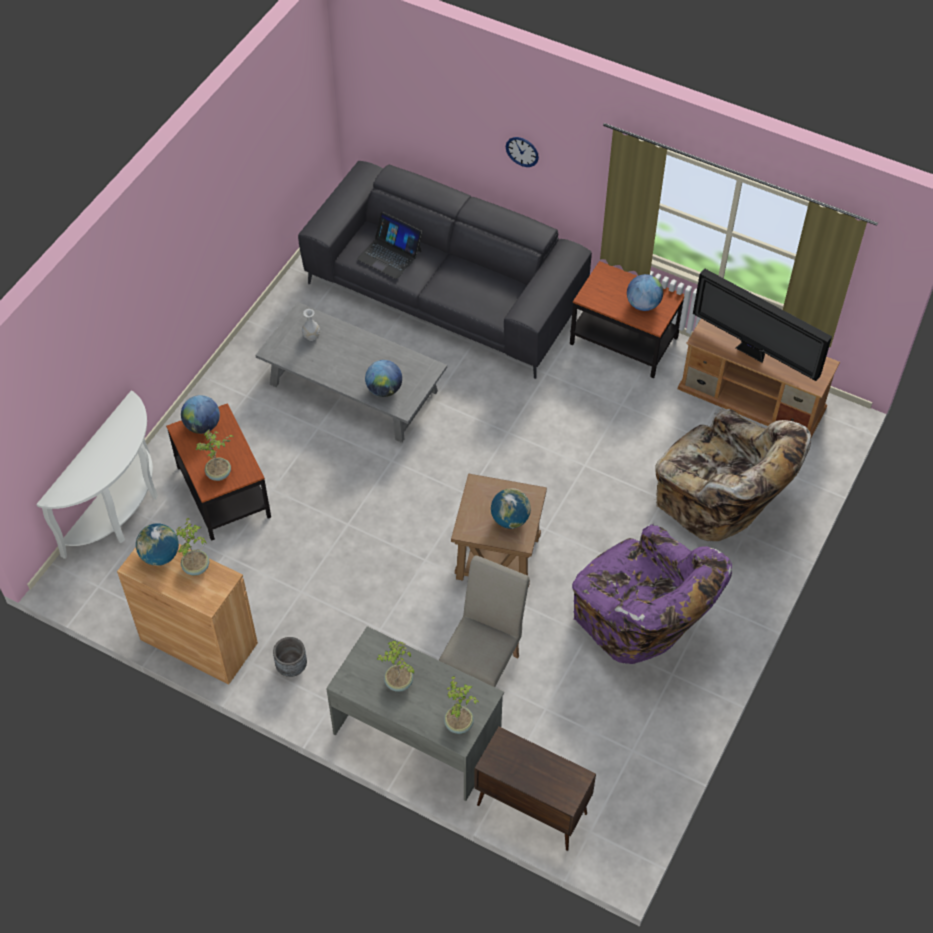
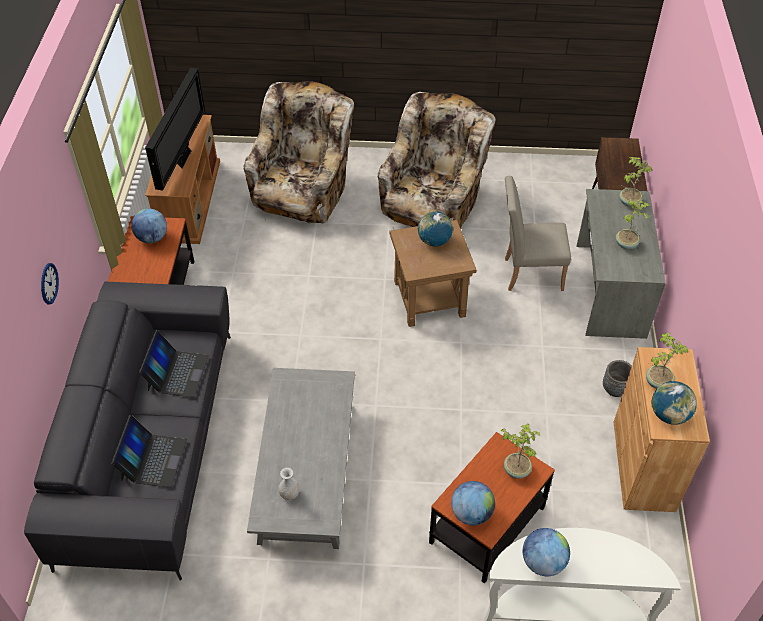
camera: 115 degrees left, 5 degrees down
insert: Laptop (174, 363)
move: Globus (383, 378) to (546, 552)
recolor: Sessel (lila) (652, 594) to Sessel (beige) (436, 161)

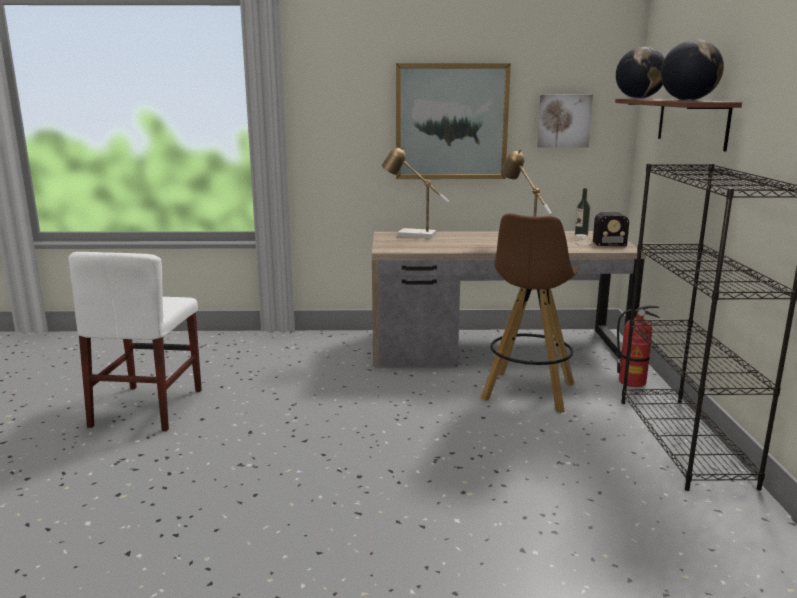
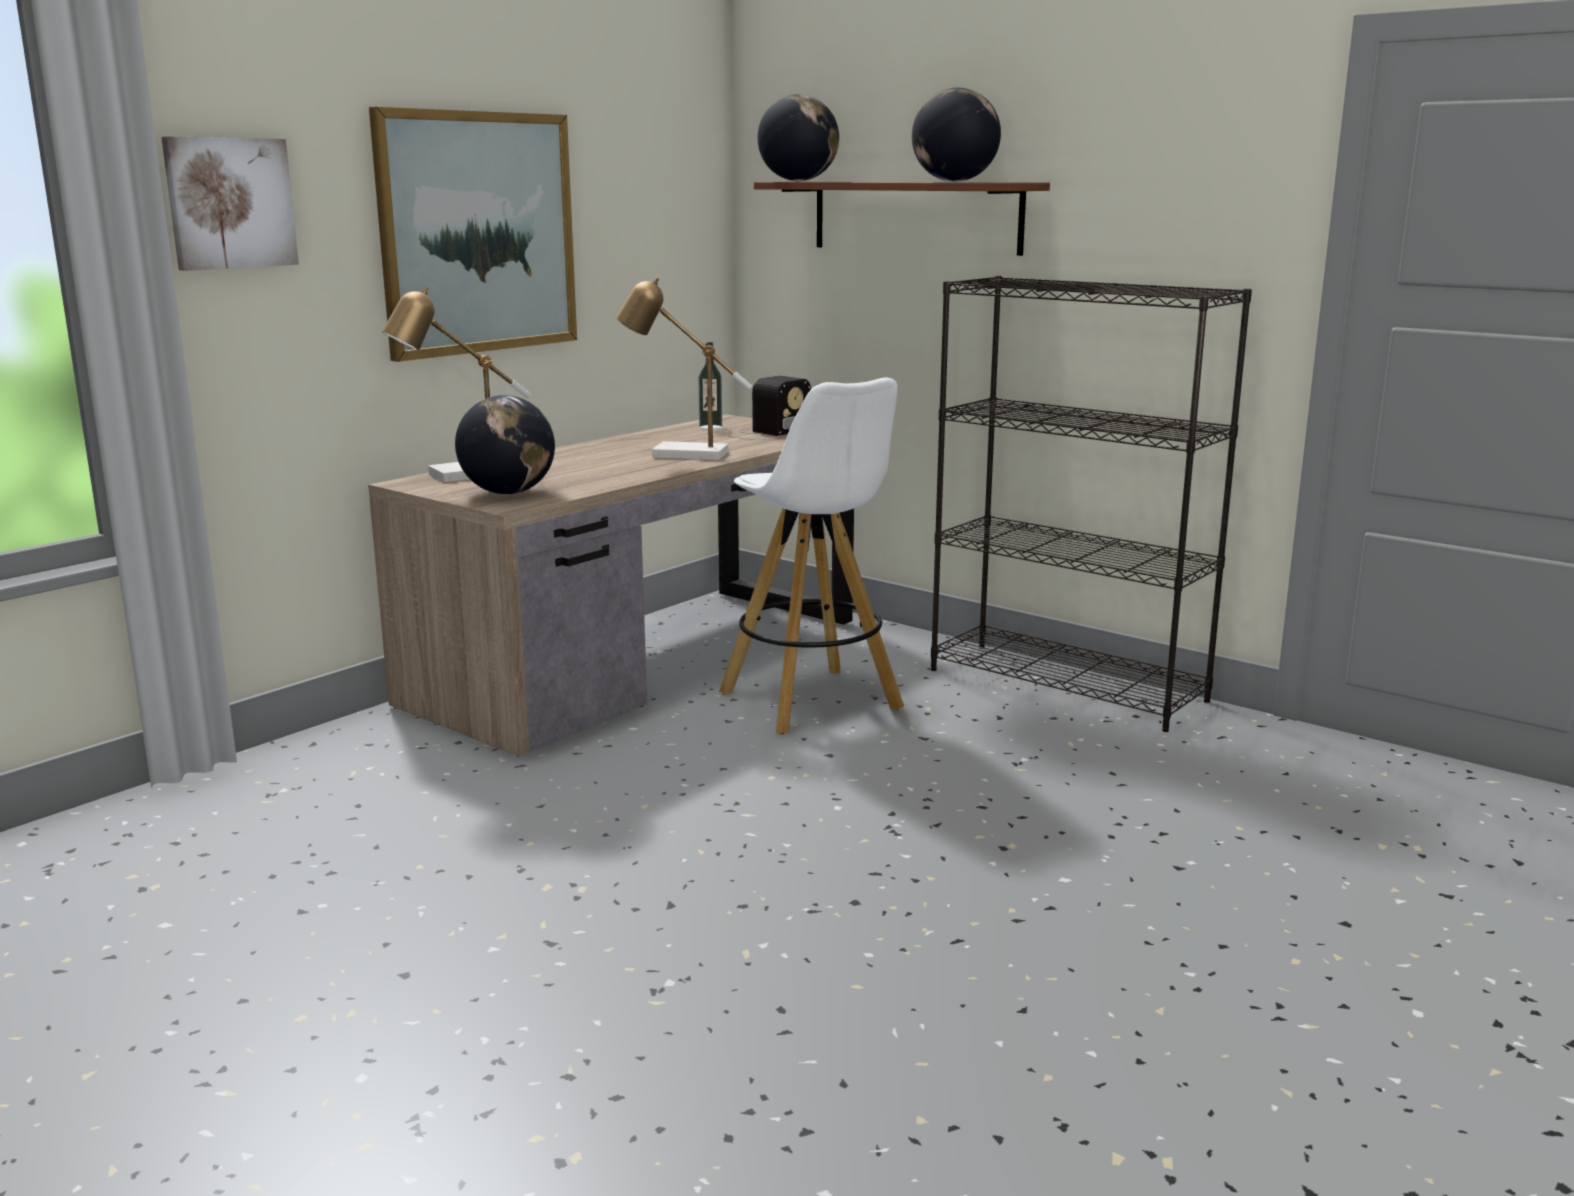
camera: 50 degrees left, 0 degrees up
delete: Stuhl (weiß) (135, 341); Feuerlöscher (638, 346)
insert: Globus (505, 444)
move: Bild (565, 120) to (230, 203)
recolor: Hocker (braun) (529, 313) to Hocker (weiß) (811, 556)

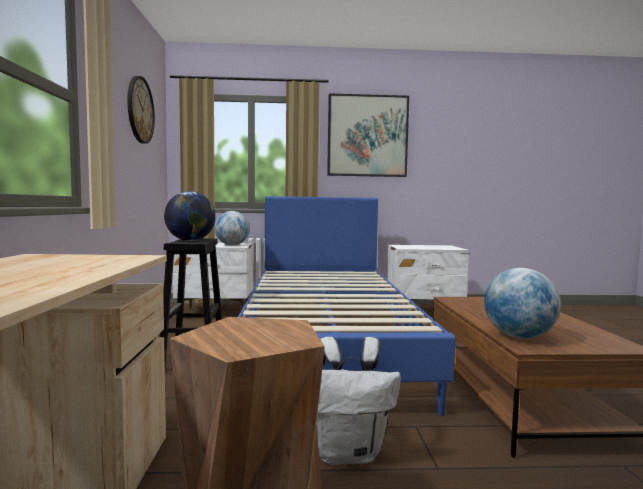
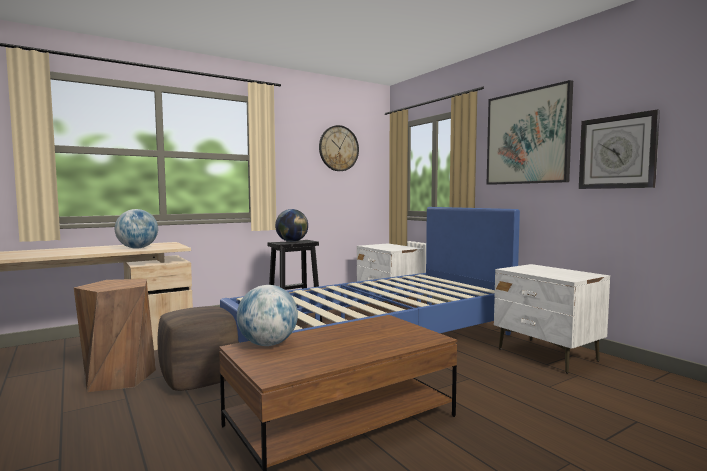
camera: 60 degrees right, 0 degrees up
insert: Wanduhr (619, 149)
move: Globus (232, 228) to (136, 229)
replace: Rucksack (weiß) (358, 401) to Polsterhocker (braun) (198, 348)

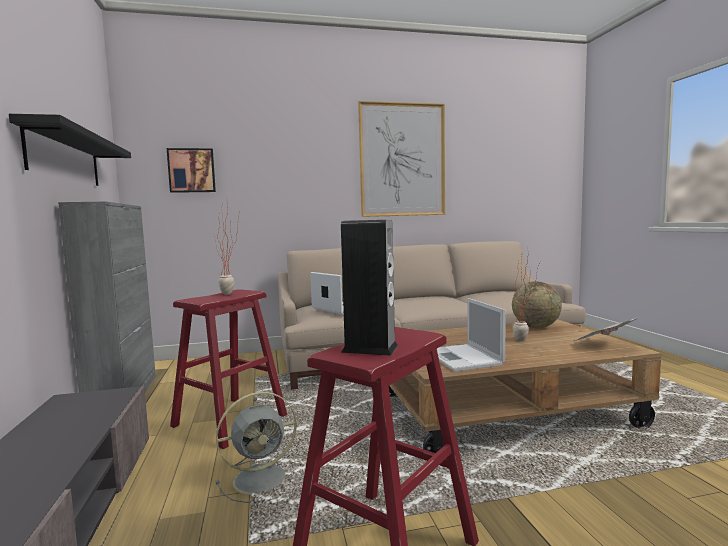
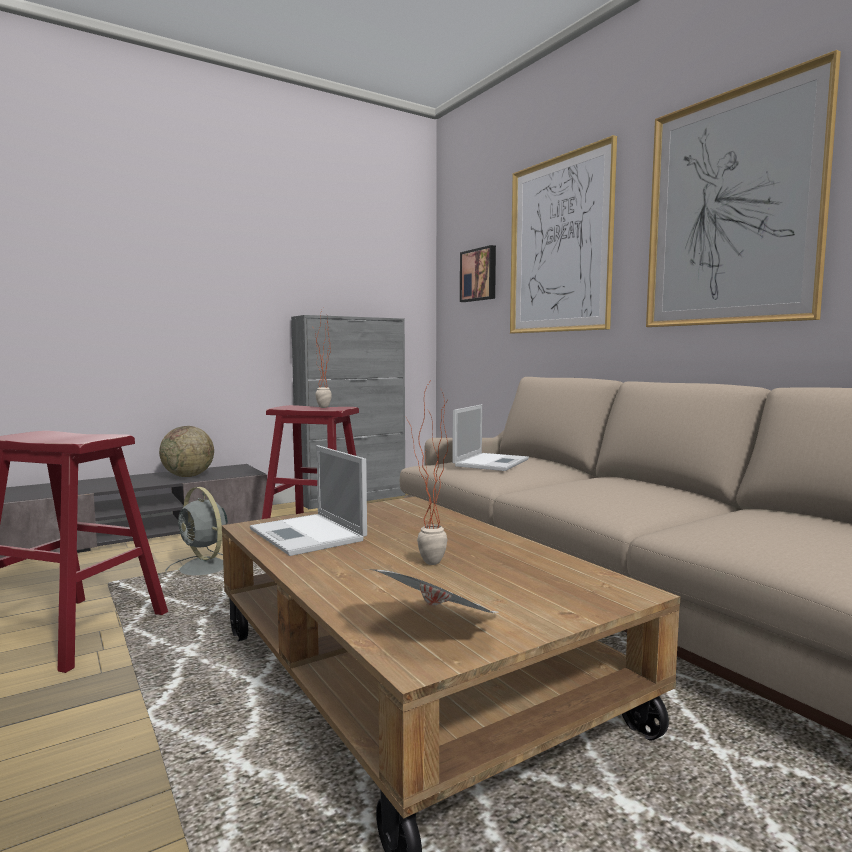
camera: 70 degrees right, 0 degrees up
delete: Wandregal (schwarz) (70, 150); Lautsprecher (369, 288)
insert: Bild (563, 234)
move: Globus (537, 304) to (186, 451)
rotate: Laptop (471, 335) = (308, 500) 90 degrees counterclockwise

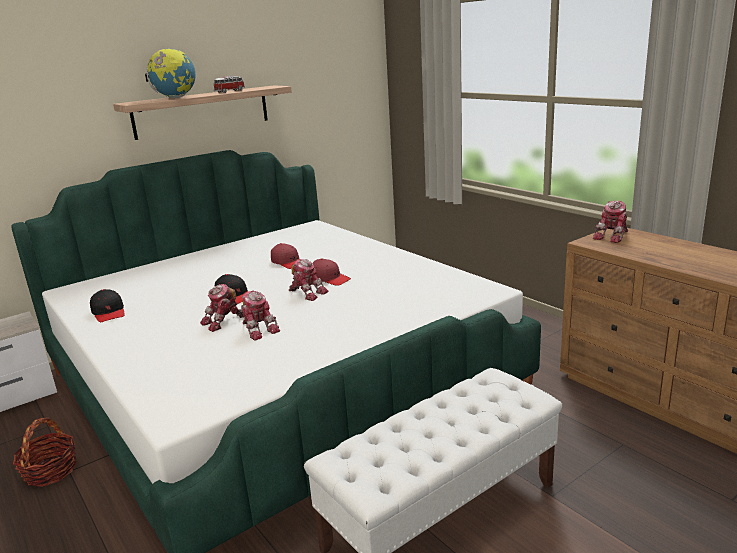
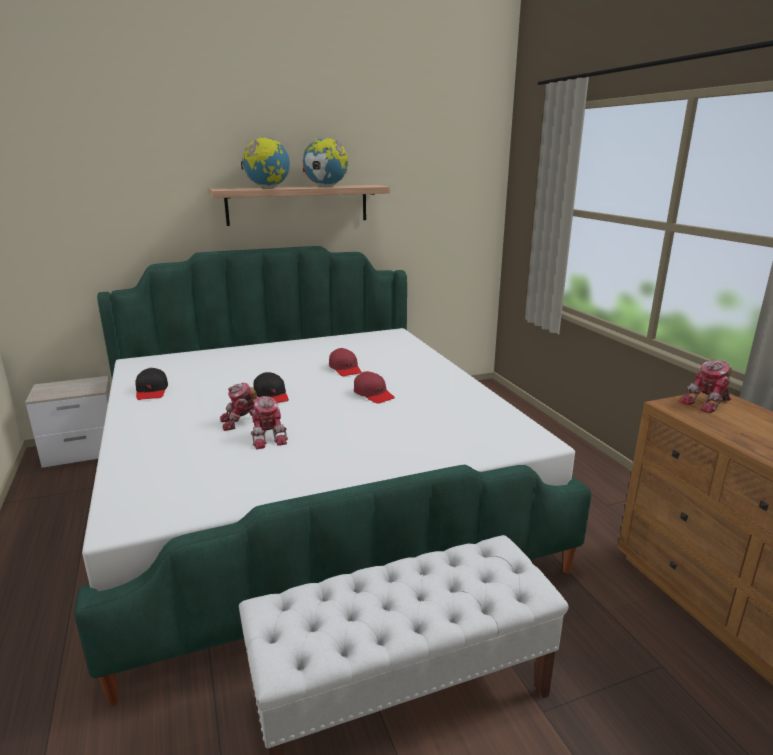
camera: 15 degrees right, 0 degrees up
delete: Spielzeugroboter (308, 280); Korb (45, 452)
replace: Spielzeugauto (229, 84) to Globus (325, 162)

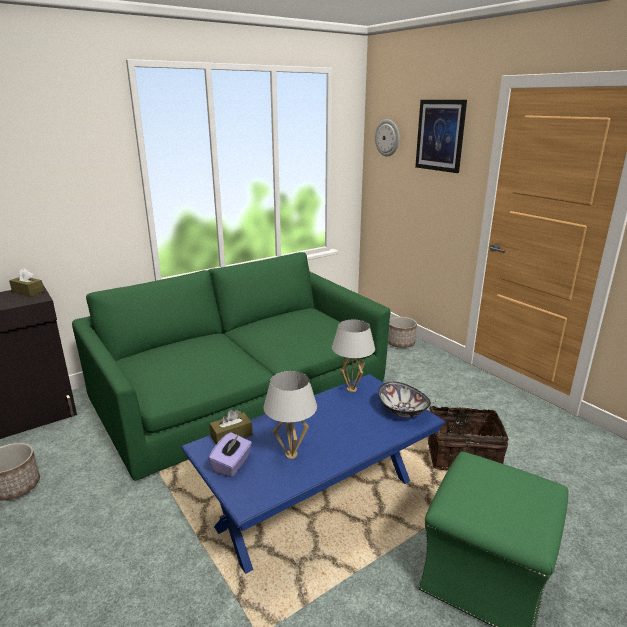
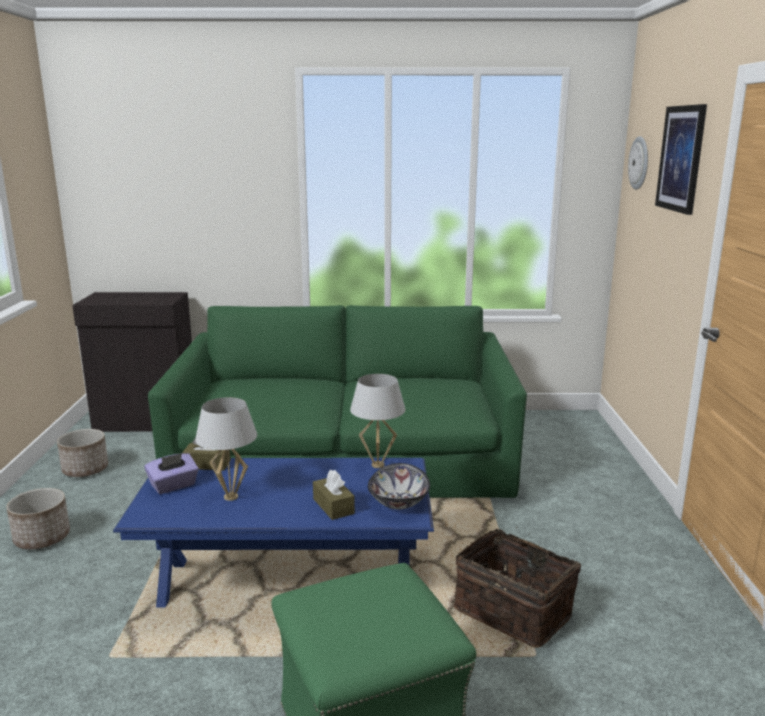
camera: 35 degrees right, 5 degrees down
move: Taschentuchbox (braun) (26, 282) to (334, 495); Pflanzkübel (402, 332) to (38, 518)

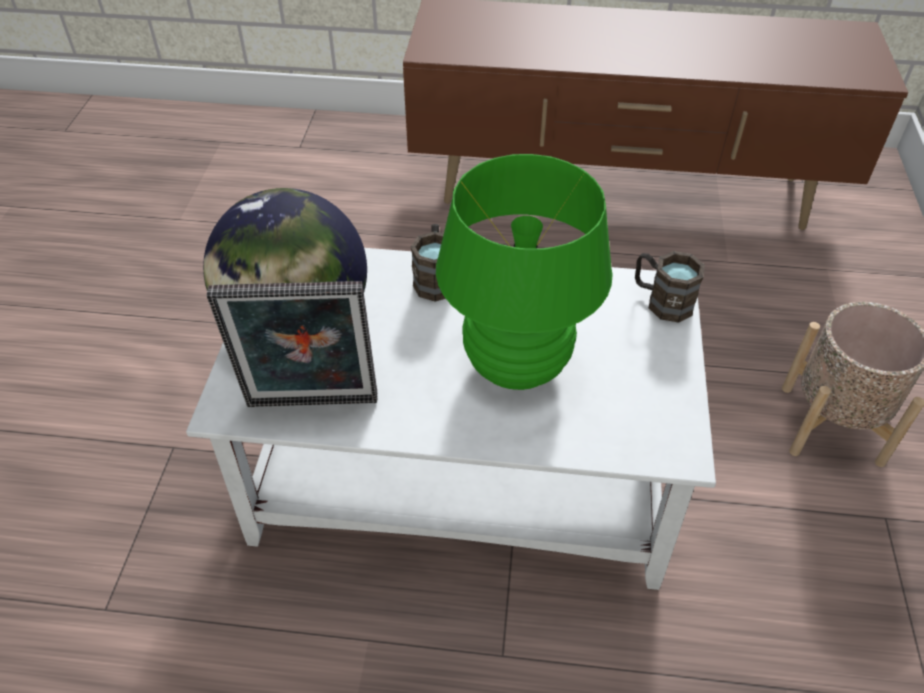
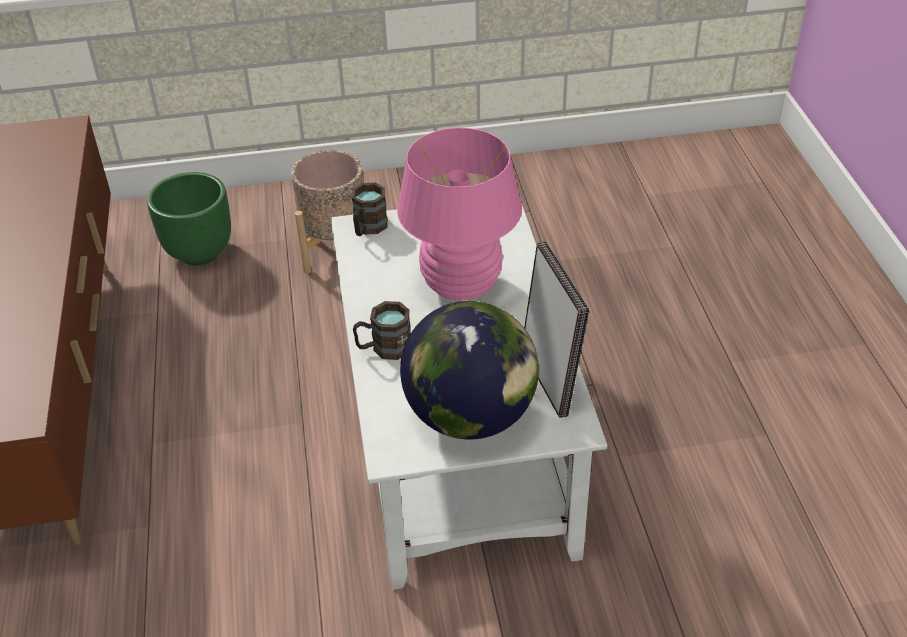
camera: 105 degrees left, 5 degrees down
insert: Pflanzkübel (grün) (189, 219)
recolor: Tischlampe (grün) (524, 272) to Tischlampe (rosa) (459, 214)

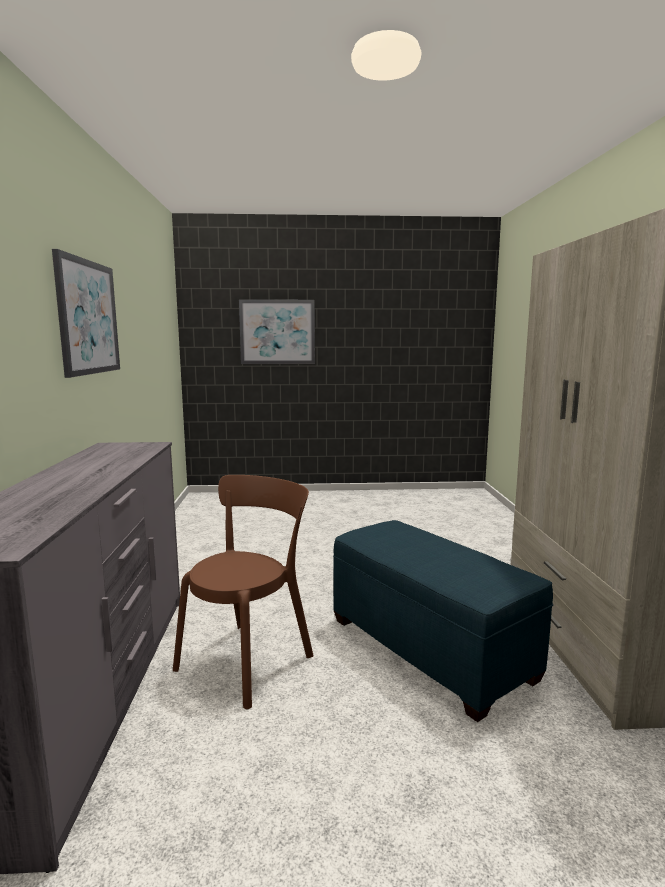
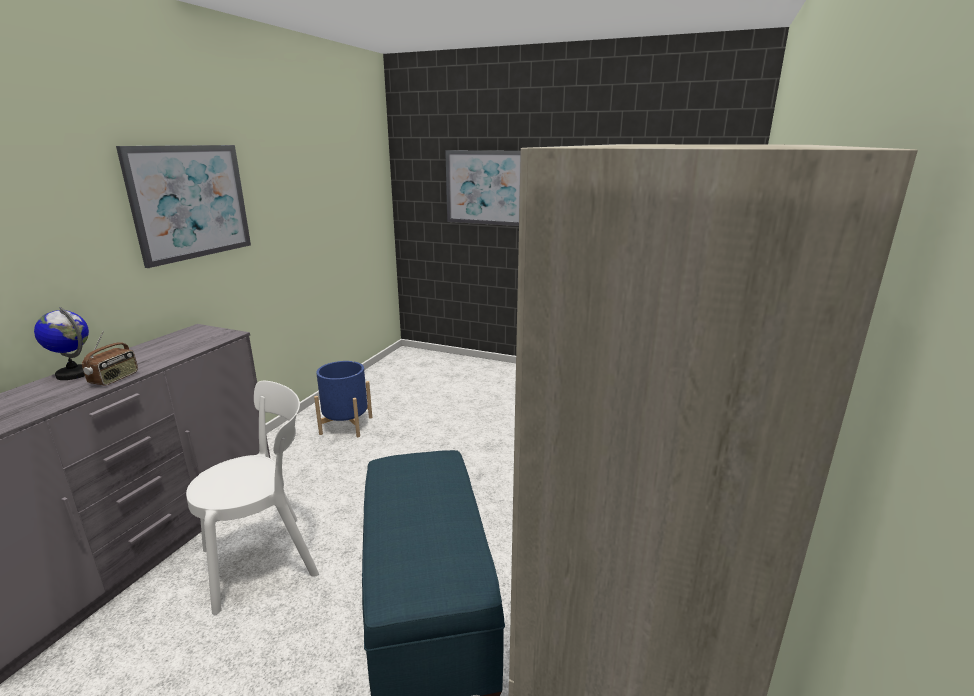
camera: 25 degrees right, 10 degrees up
insert: Globus (61, 343); Radio (110, 358); Pflanzkübel (blau) (343, 399)
recolor: Stuhl (braun) (243, 592) to Stuhl (weiß) (252, 498)

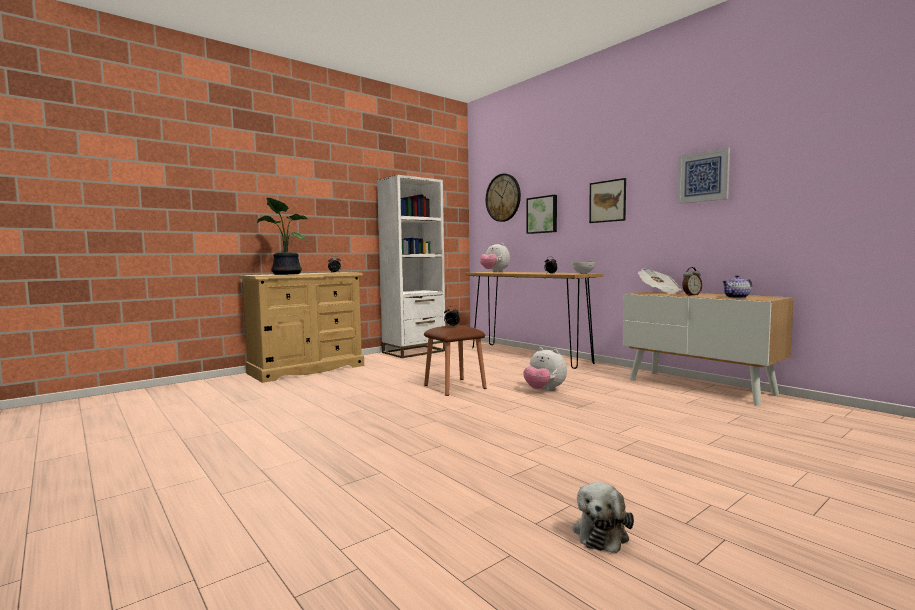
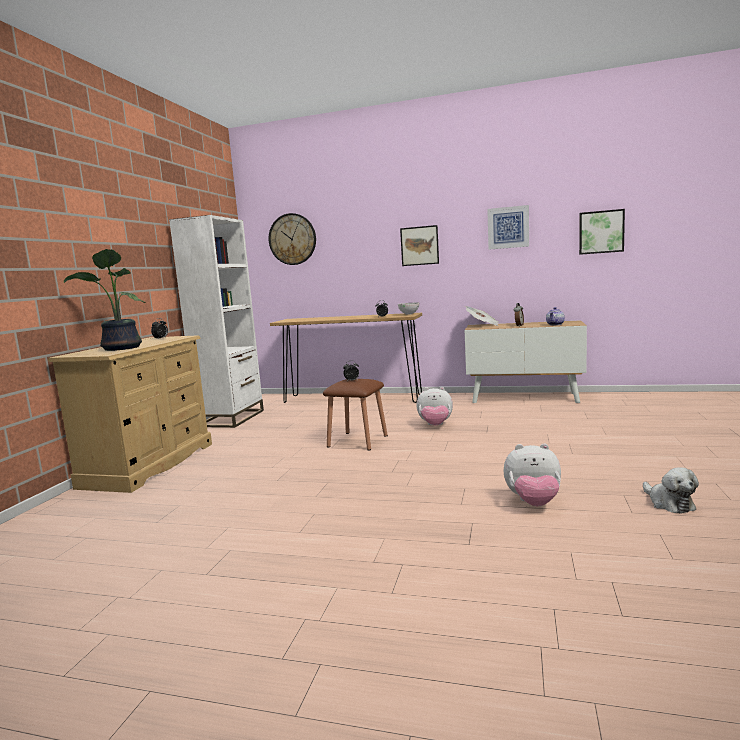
camera: 35 degrees left, 5 degrees up
move: Bild (542, 214) to (602, 232); Plüschtier (495, 257) to (532, 475)

